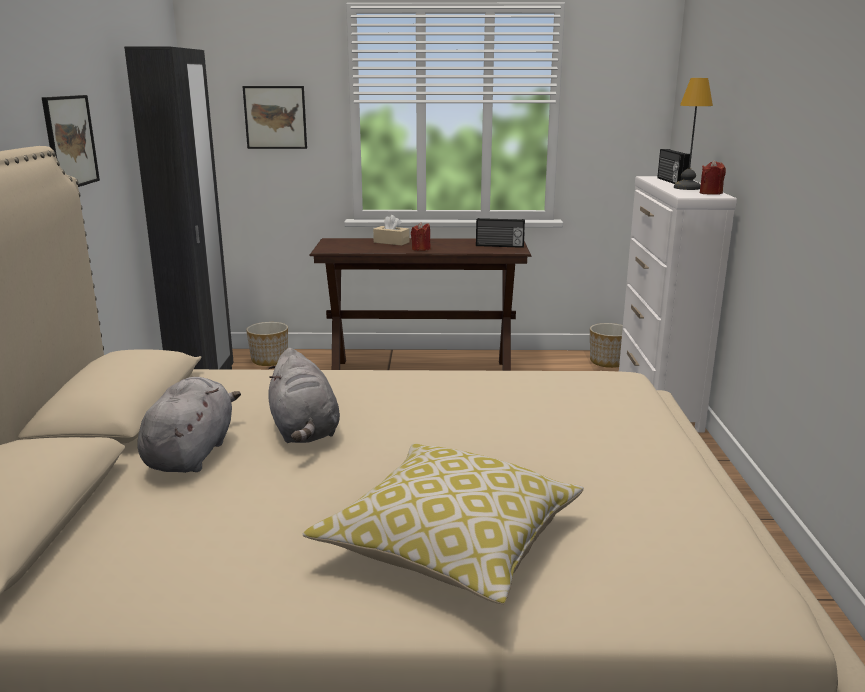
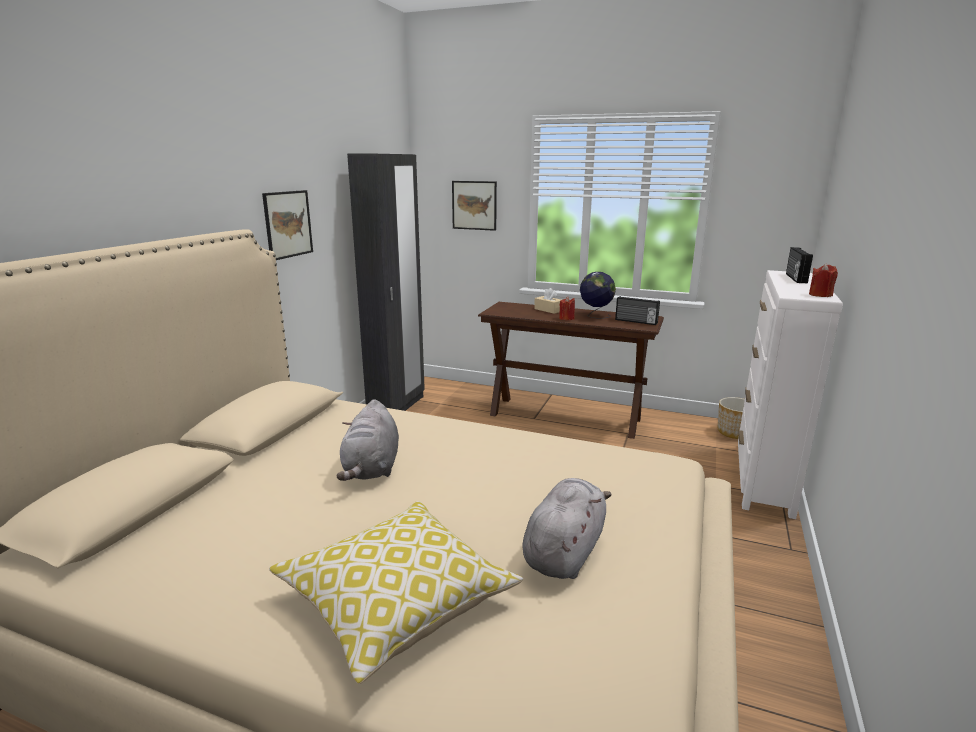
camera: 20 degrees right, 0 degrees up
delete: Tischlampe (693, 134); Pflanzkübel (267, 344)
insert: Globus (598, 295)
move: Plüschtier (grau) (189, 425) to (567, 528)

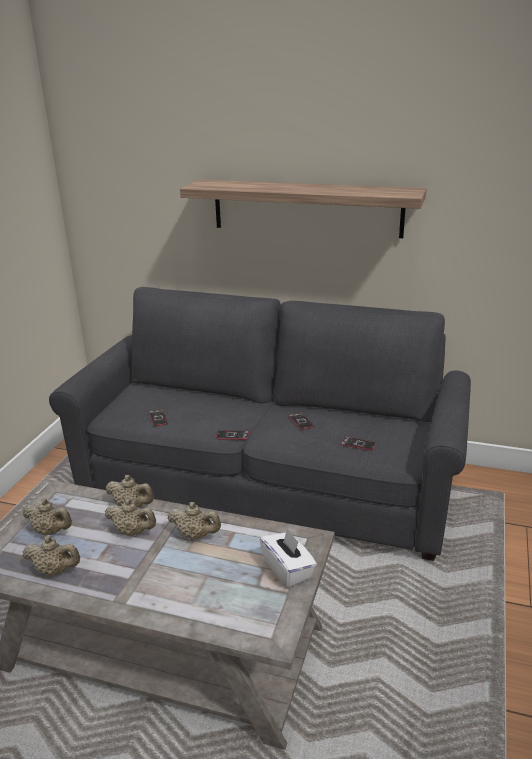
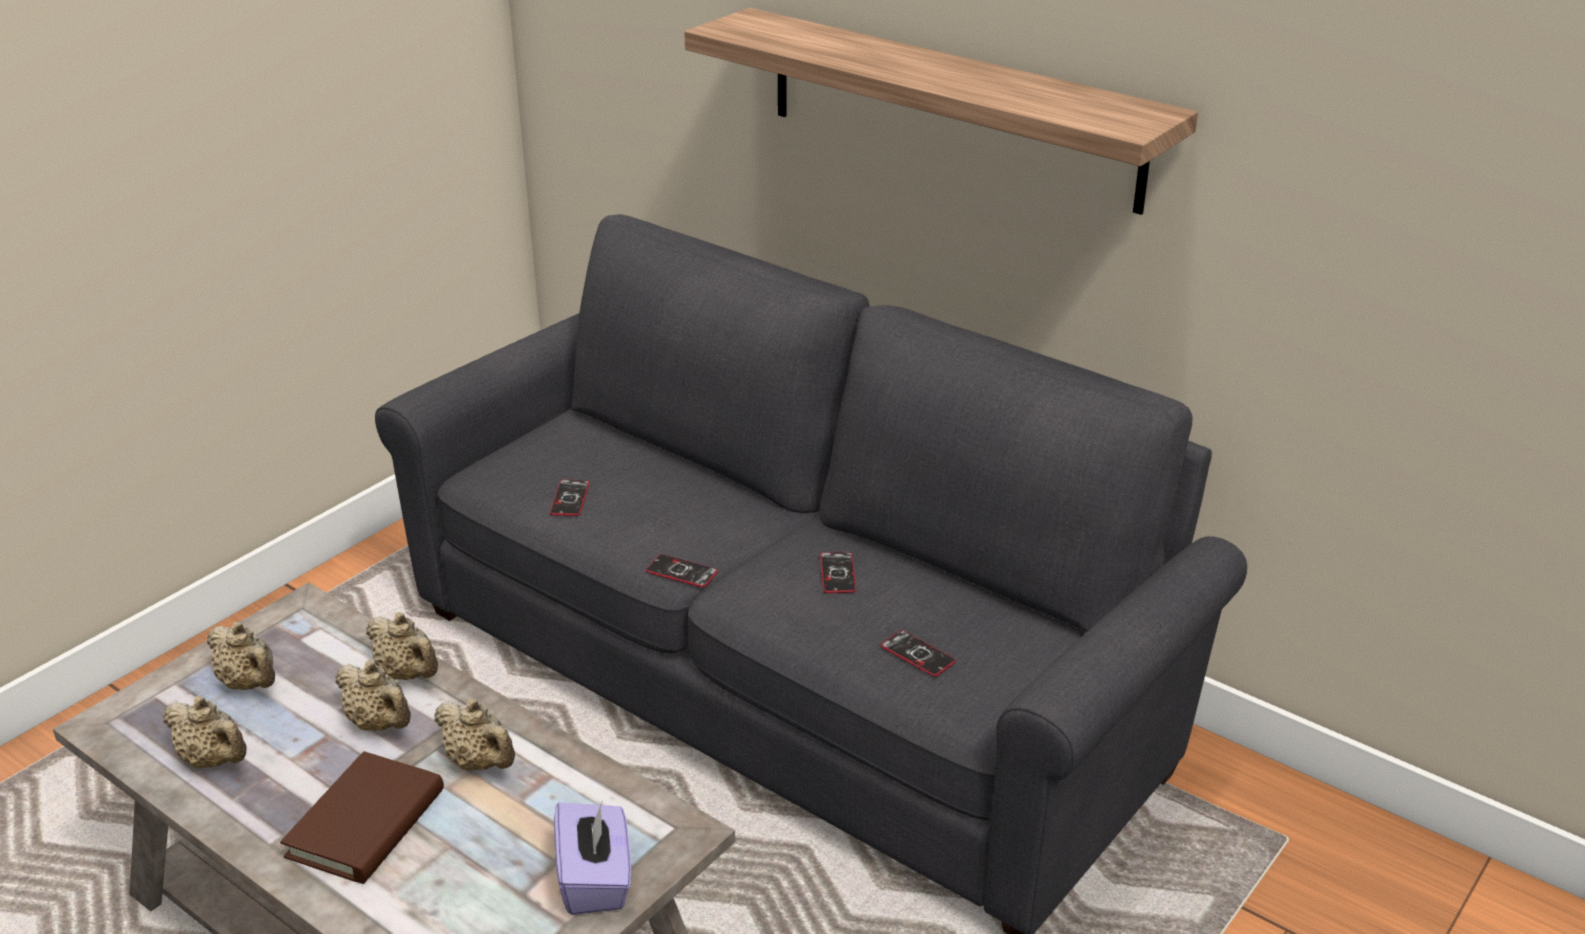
camera: 20 degrees right, 5 degrees up
insert: Buch (braun) (362, 817)
recolor: Taschentuchbox (weiß) (288, 558) to Taschentuchbox (lila) (592, 858)

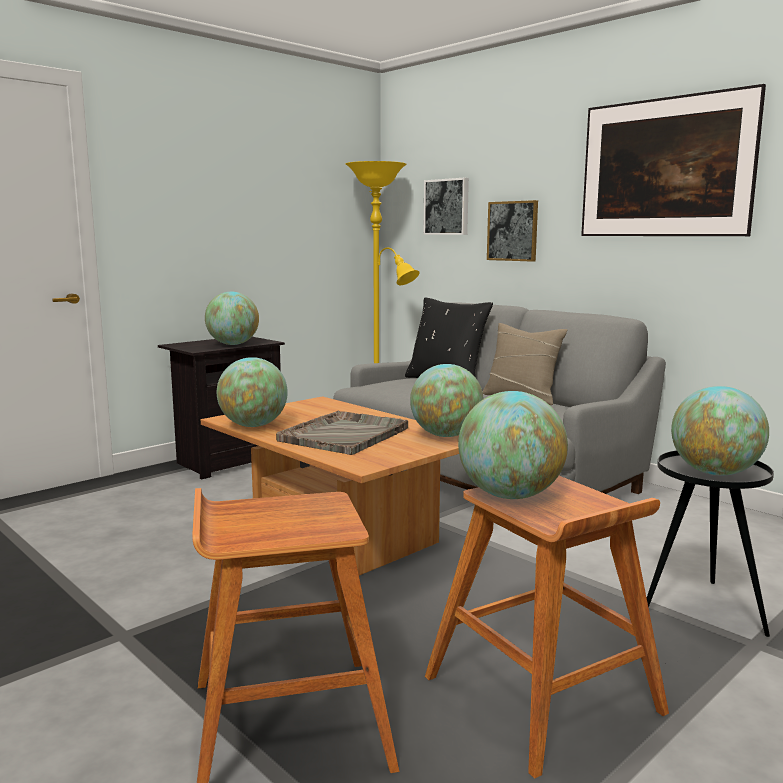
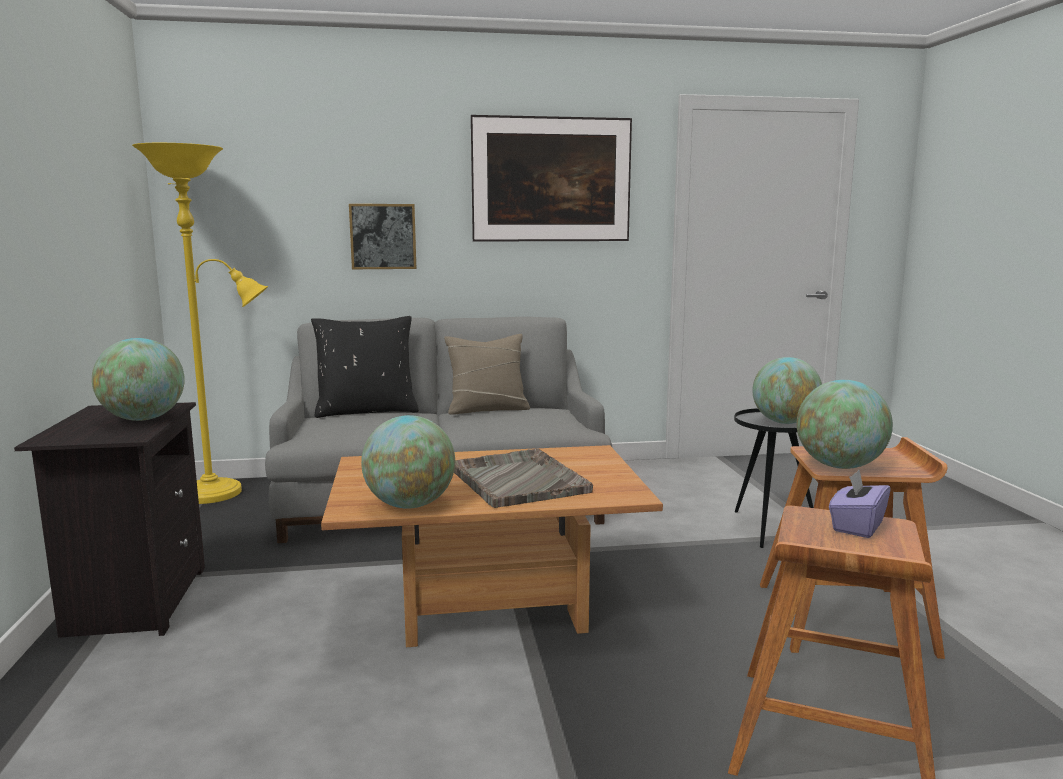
camera: 55 degrees left, 0 degrees up
delete: Bild (446, 206); Globus (447, 400)
insert: Taschentuchbox (lila) (860, 504)

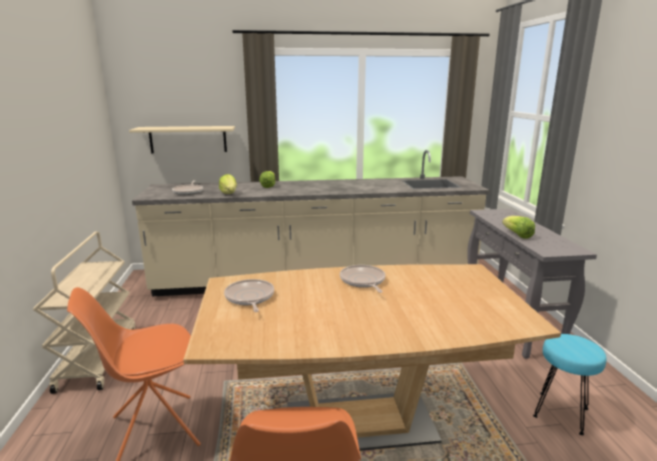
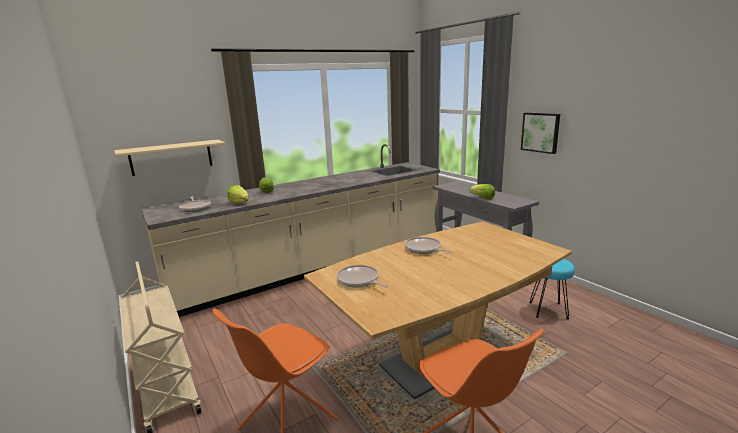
camera: 25 degrees left, 0 degrees up
insert: Bild (540, 133)

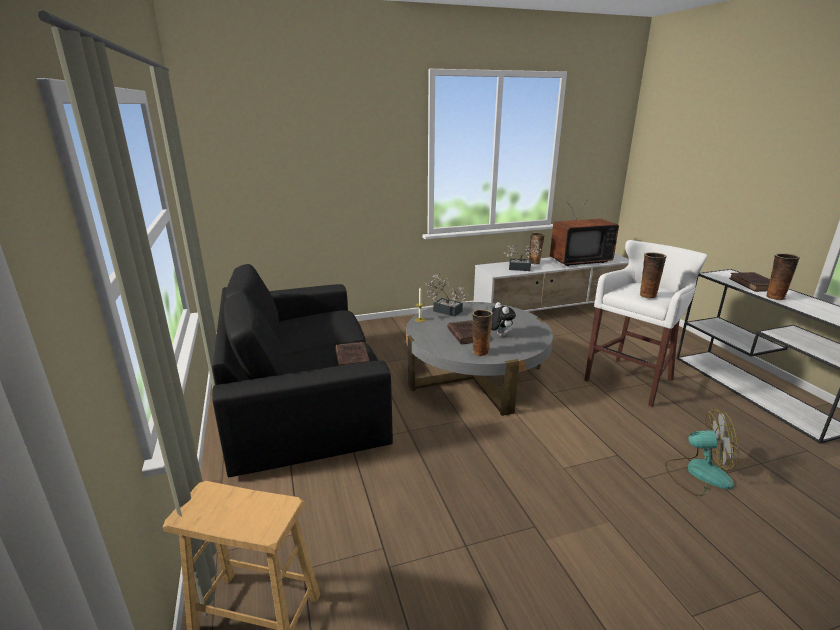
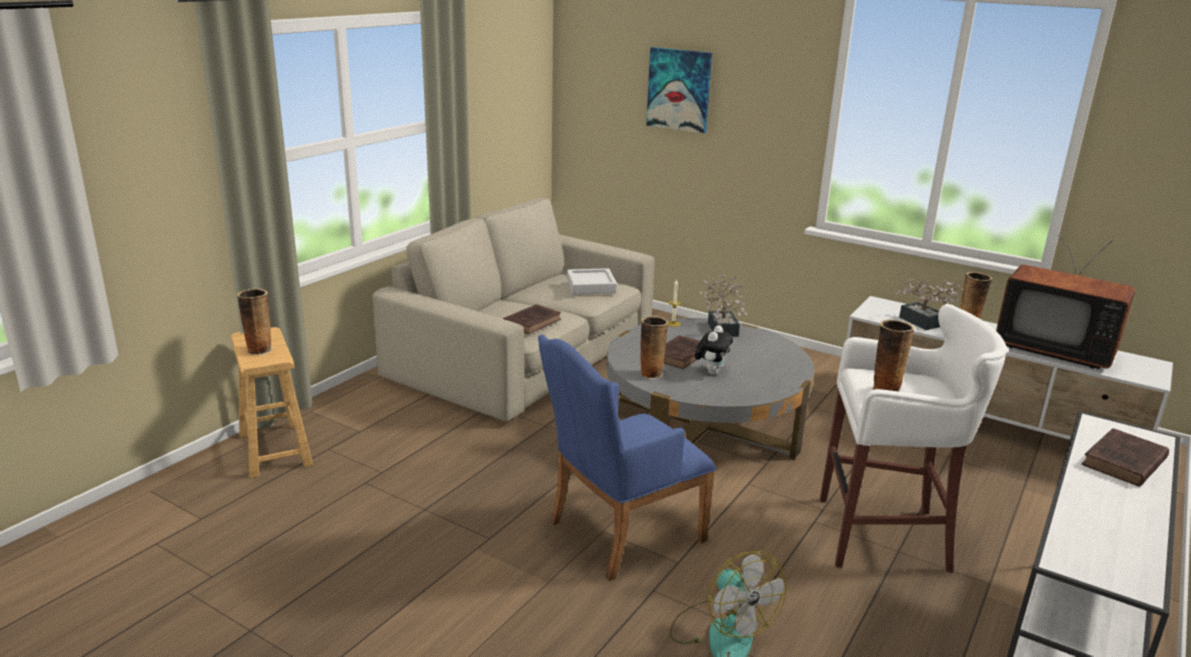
camera: 50 degrees right, 0 degrees up
insert: Bild (679, 90); Tablett (grau) (592, 281); Sessel (blau) (627, 457)
move: Vase (783, 276) to (255, 321)
recolor: Sofa (schwarz) (302, 370) to Sofa (beige) (513, 310)

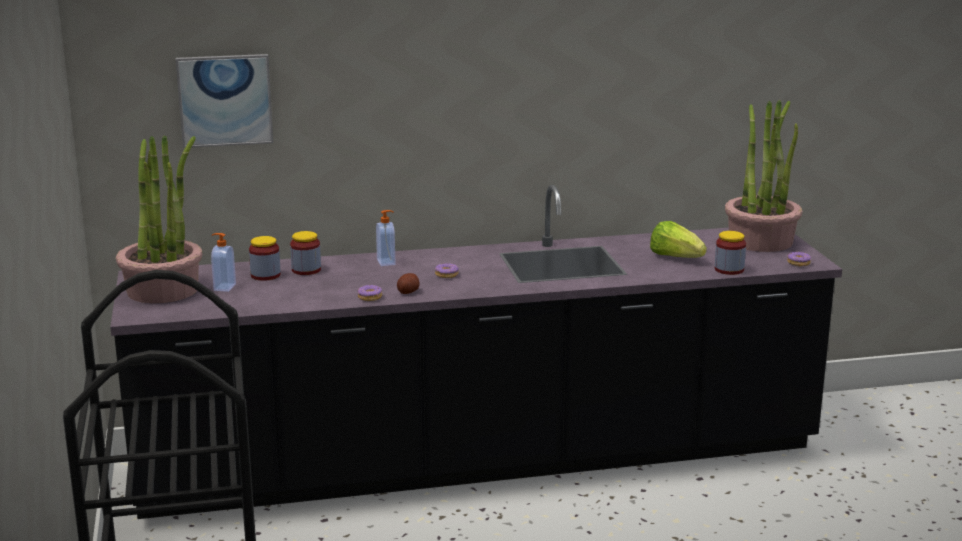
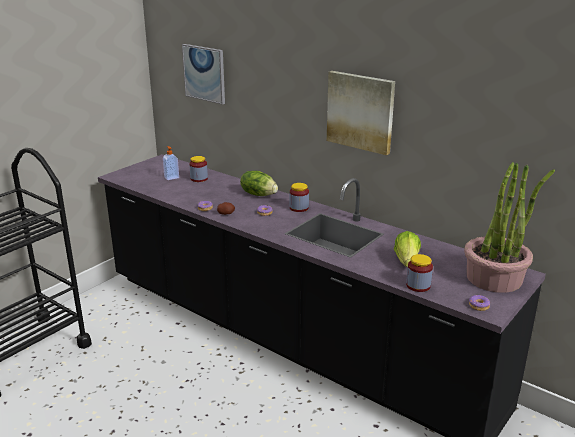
camera: 50 degrees right, 5 degrees up
delete: Topfpflanze (159, 219)
insert: Bild (361, 113)
move: Vorratsglas (305, 253) to (299, 197)
replace: Seifenspender (385, 238) to Salatkopf (259, 183)

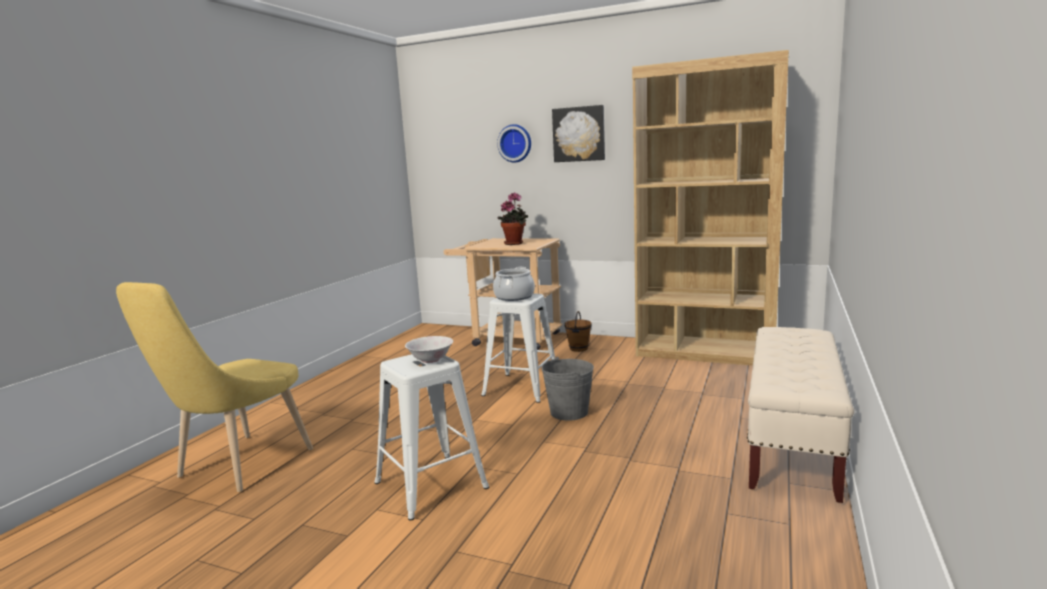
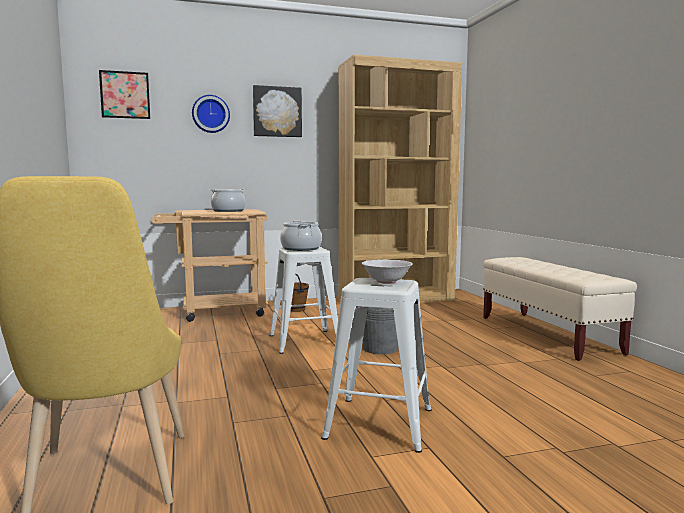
camera: 40 degrees left, 5 degrees down
insert: Bild (124, 94)
replace: Topfpflanze (513, 218) to Kochtopf (227, 200)

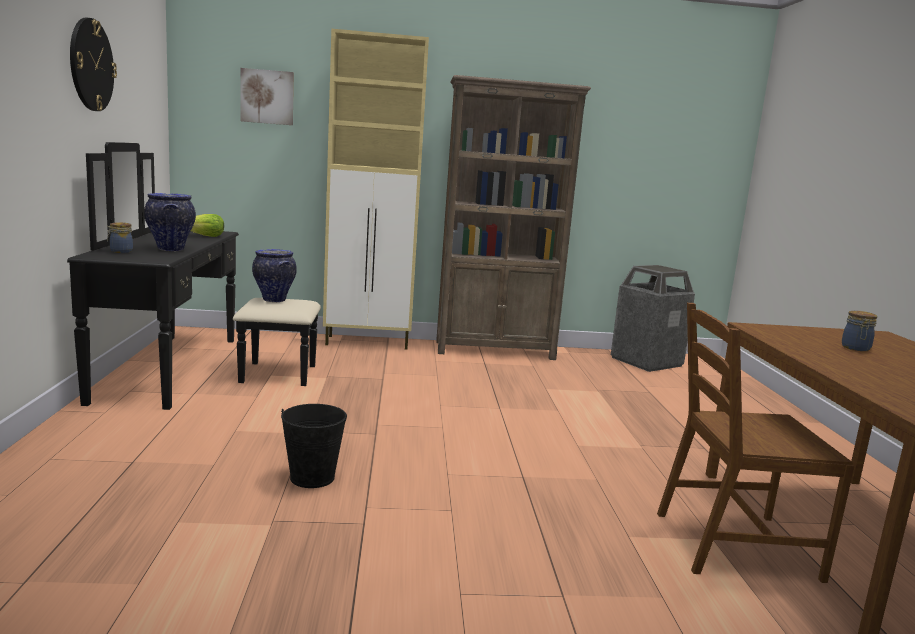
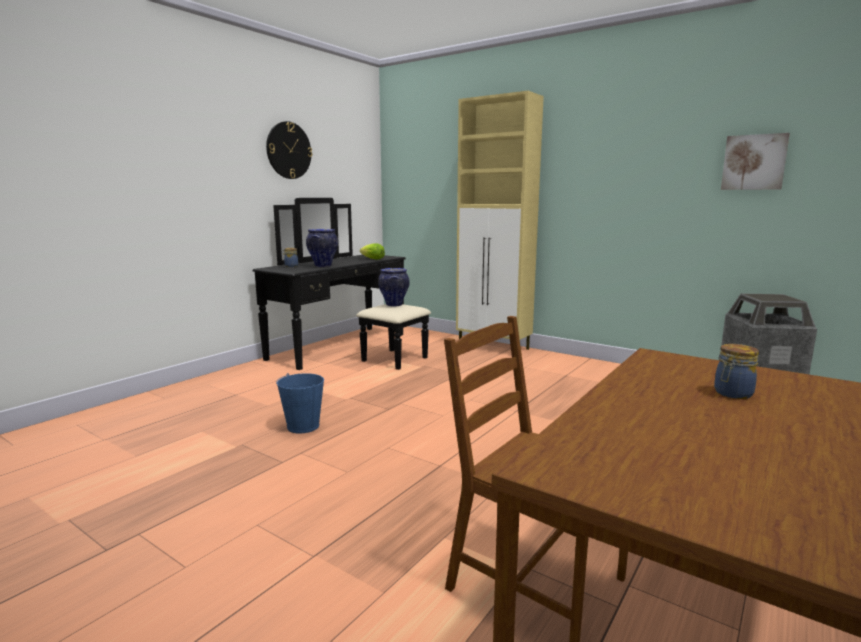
camera: 40 degrees right, 0 degrees up
delete: Bücherregal (braun) (513, 217)
move: Bild (267, 96) to (755, 161)
recolor: Eimer (schwarz) (314, 446) to Eimer (blau) (300, 403)

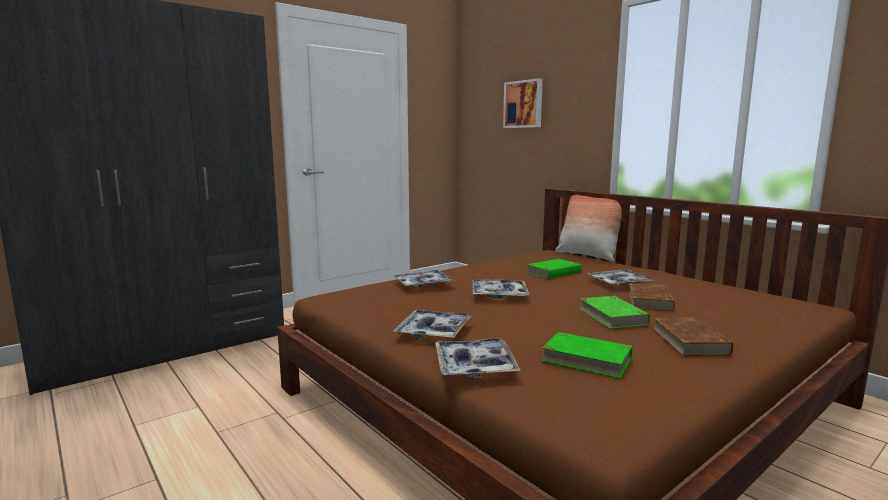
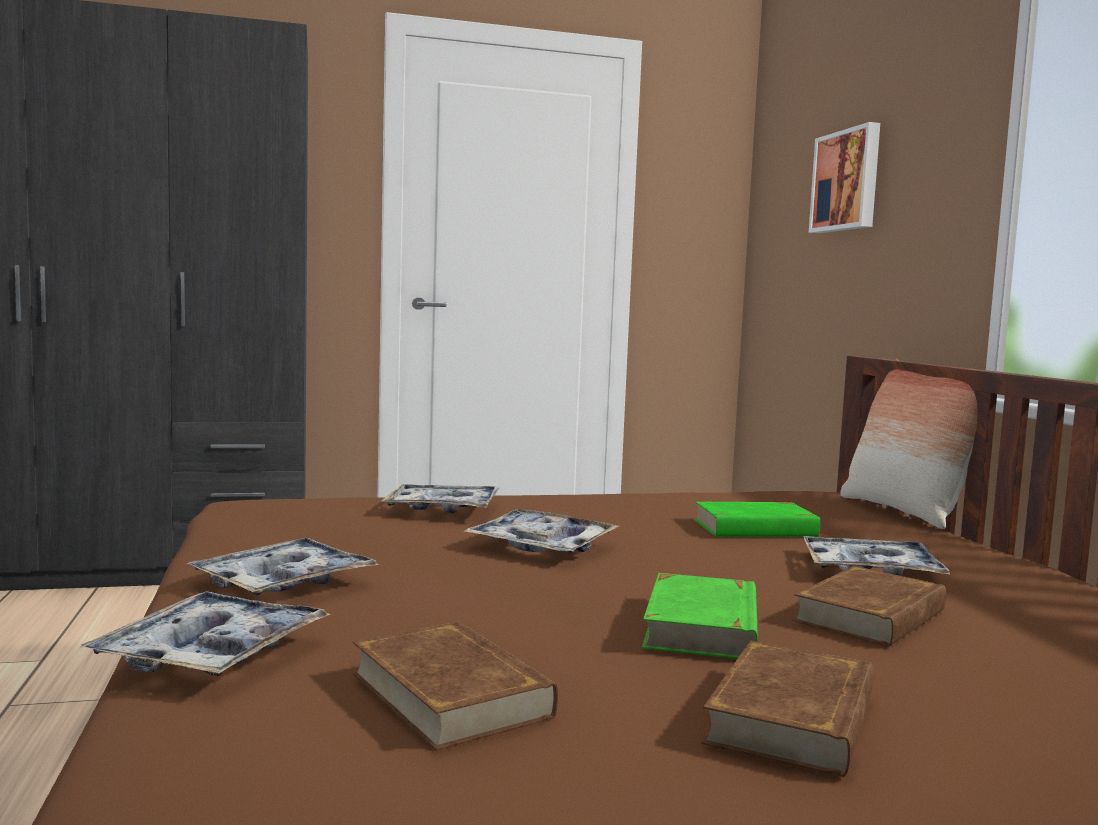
camera: 25 degrees right, 5 degrees down
recolor: Buch (grün) (586, 355) to Buch (braun) (455, 686)

